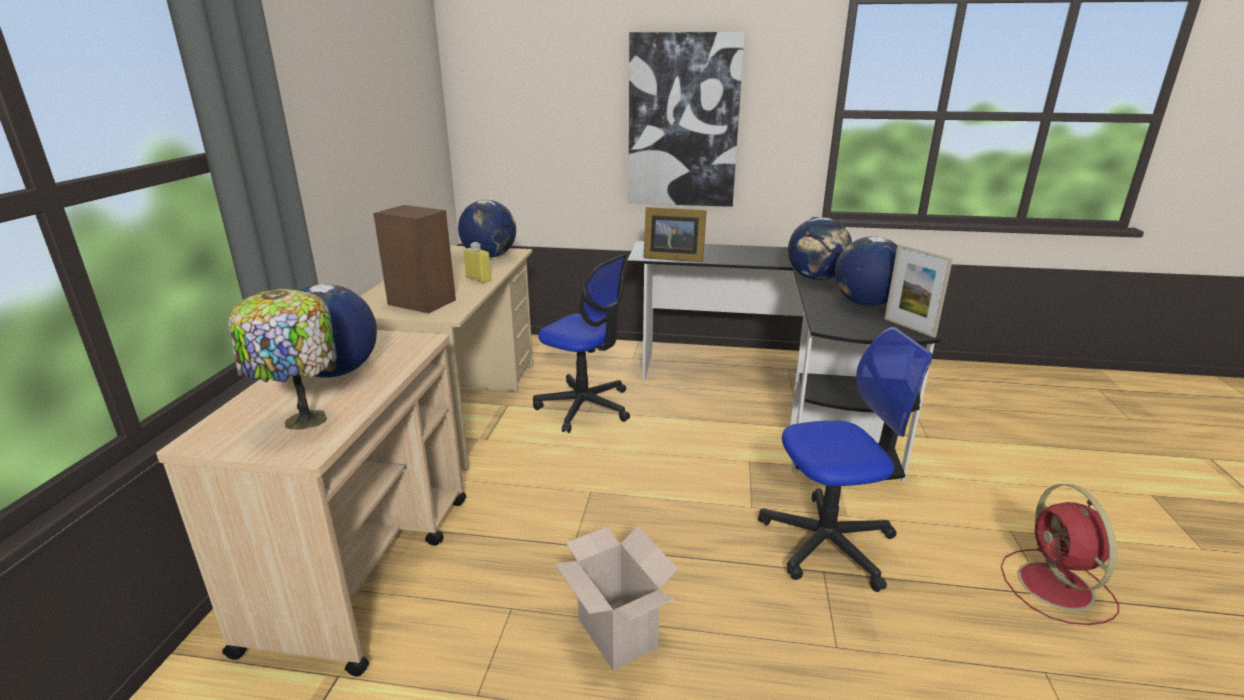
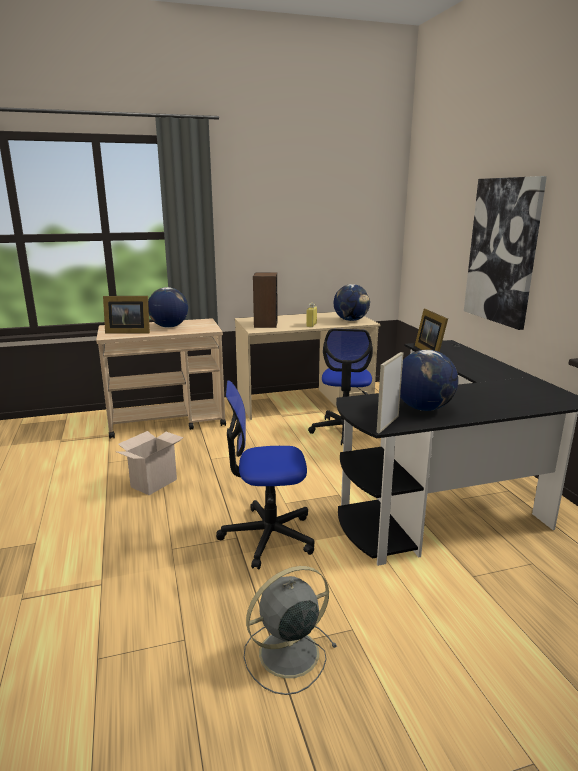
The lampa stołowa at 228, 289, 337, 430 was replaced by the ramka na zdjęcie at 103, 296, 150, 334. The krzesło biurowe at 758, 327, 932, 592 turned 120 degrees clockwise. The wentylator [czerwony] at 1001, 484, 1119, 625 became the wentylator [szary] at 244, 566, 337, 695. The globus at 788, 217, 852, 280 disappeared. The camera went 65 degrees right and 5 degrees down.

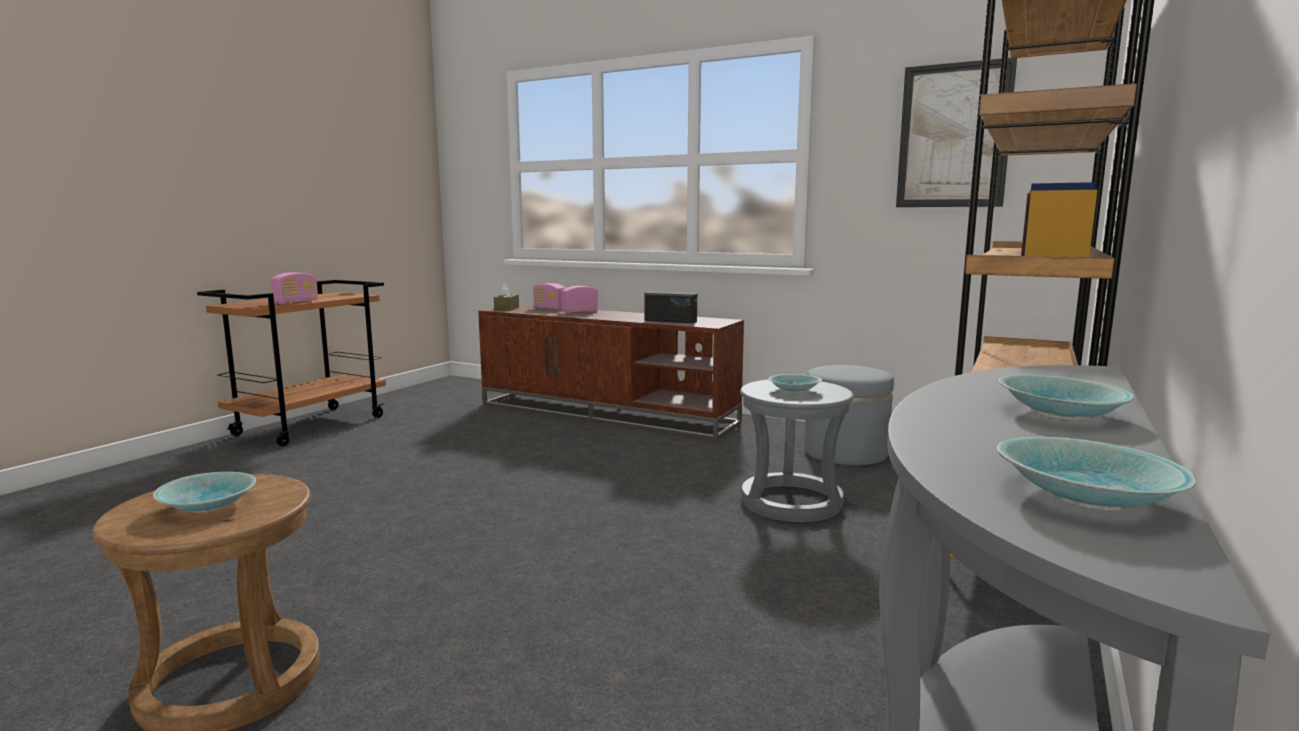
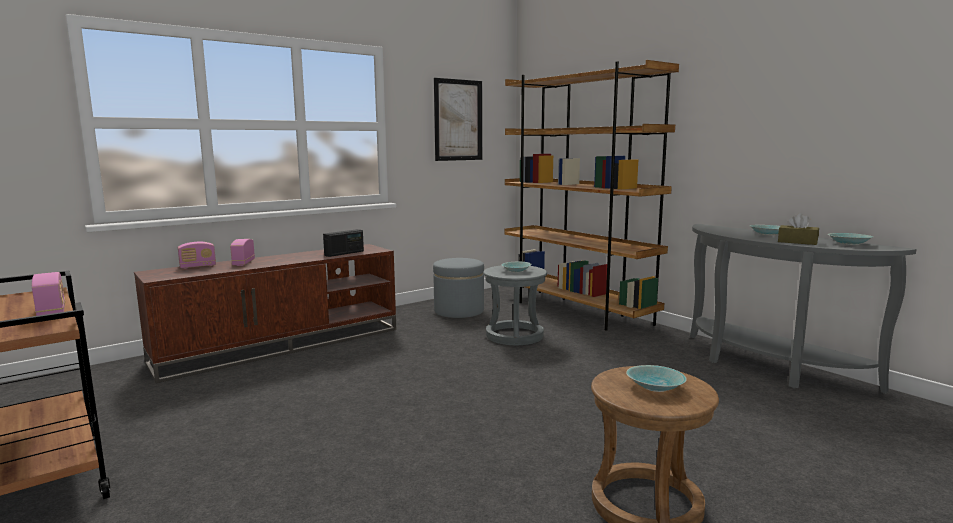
The pudełko chusteczek [brązowy] moved from 494, 283, 519, 311 to 778, 213, 819, 245. The camera went 65 degrees left and 0 degrees up.

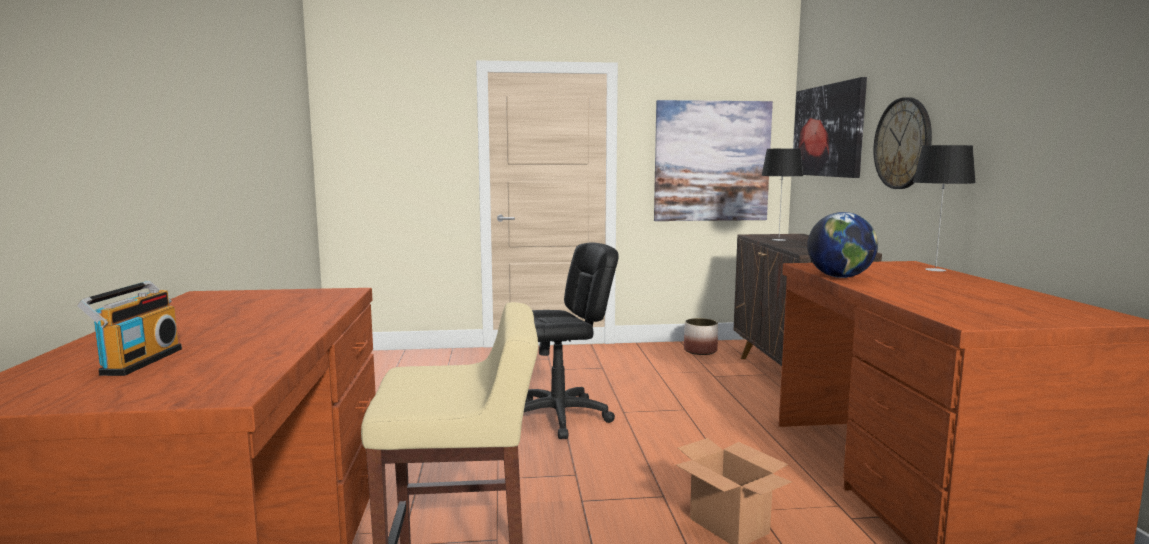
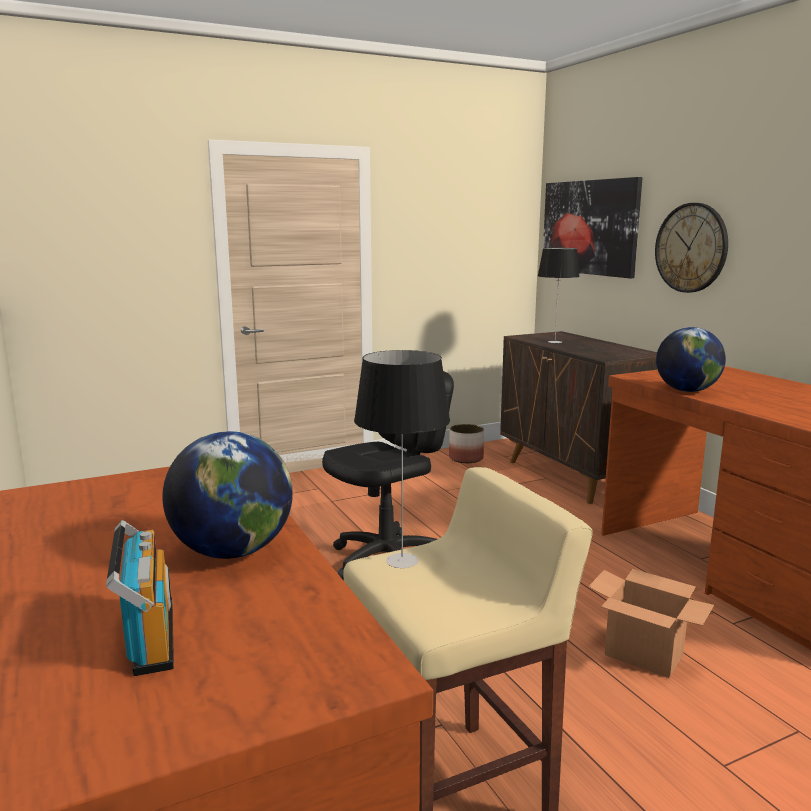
The globus at 162, 431, 293, 559 appeared. The lampa stołowa moved from 913, 145, 975, 272 to 354, 350, 450, 568. The obraz at 654, 100, 773, 221 disappeared. The camera went 20 degrees left and 5 degrees up.

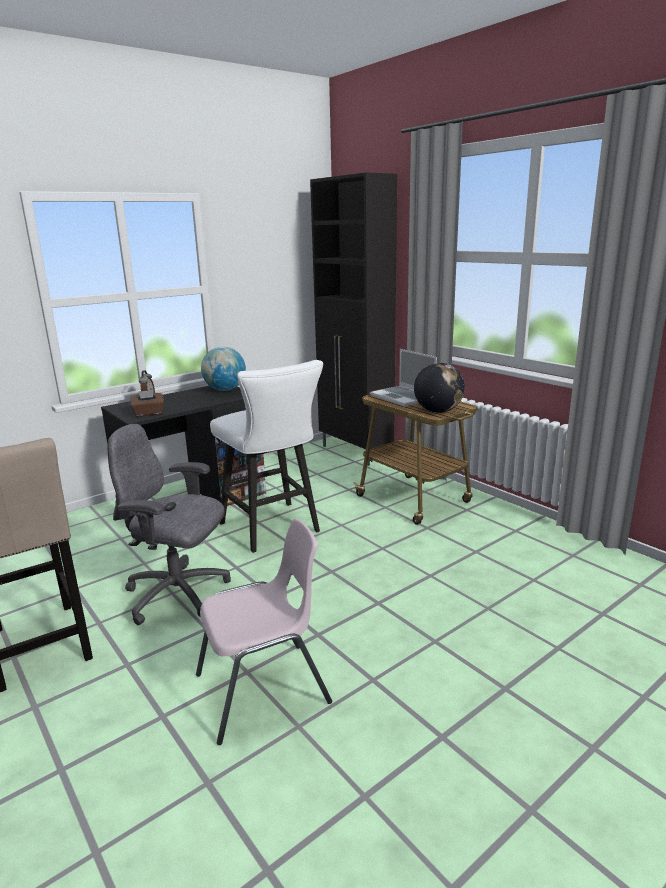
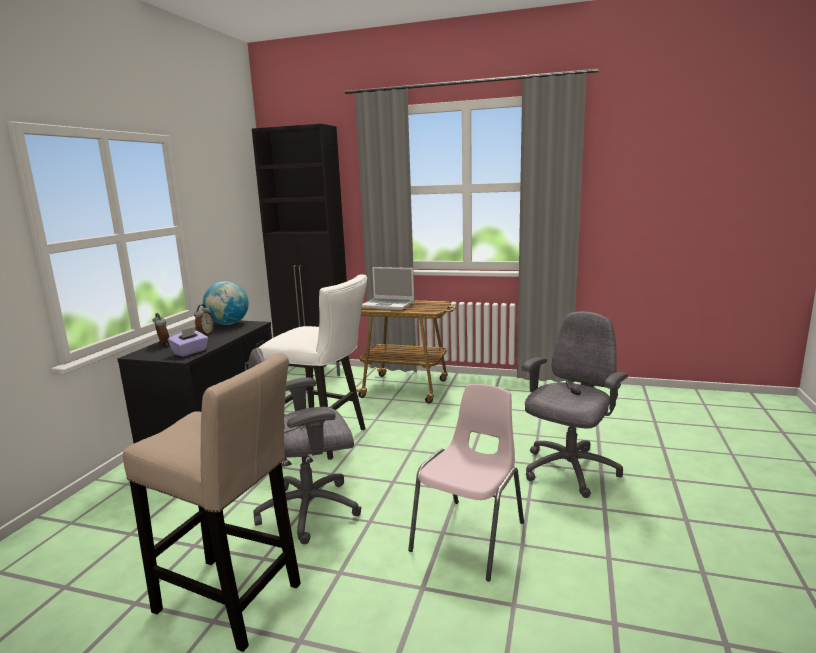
The pudełko chusteczek [brązowy] at 130, 390, 164, 416 became the pudełko chusteczek [fioletowy] at 168, 327, 208, 357. The budzik at 194, 304, 214, 335 appeared. The krzesło biurowe [szary] at 522, 312, 628, 498 appeared. The globus at 414, 363, 465, 413 disappeared. The camera went 35 degrees left and 5 degrees down.

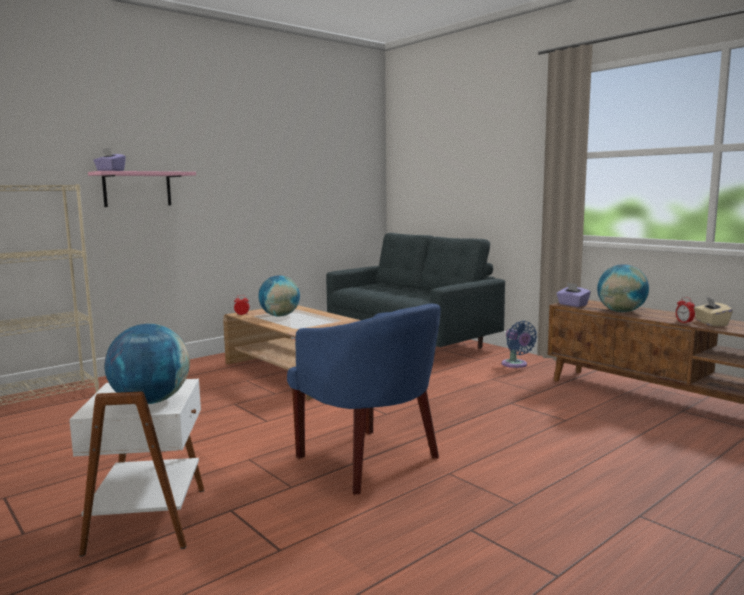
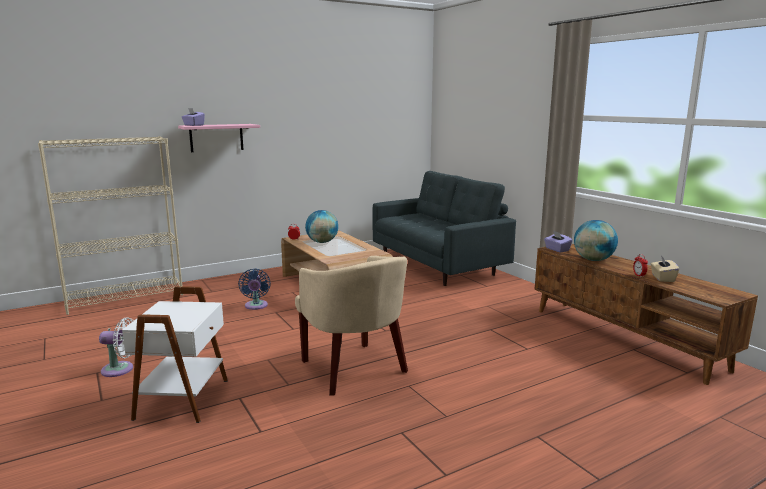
The wentylator [biały] at 99, 318, 134, 377 appeared. The wentylator [niebieski] moved from 502, 321, 537, 368 to 238, 269, 271, 310. The fotel [niebieski] at 287, 304, 441, 495 became the fotel [beżowy] at 295, 256, 408, 396. The globus at 105, 324, 190, 404 disappeared. The camera went 10 degrees right and 5 degrees up.

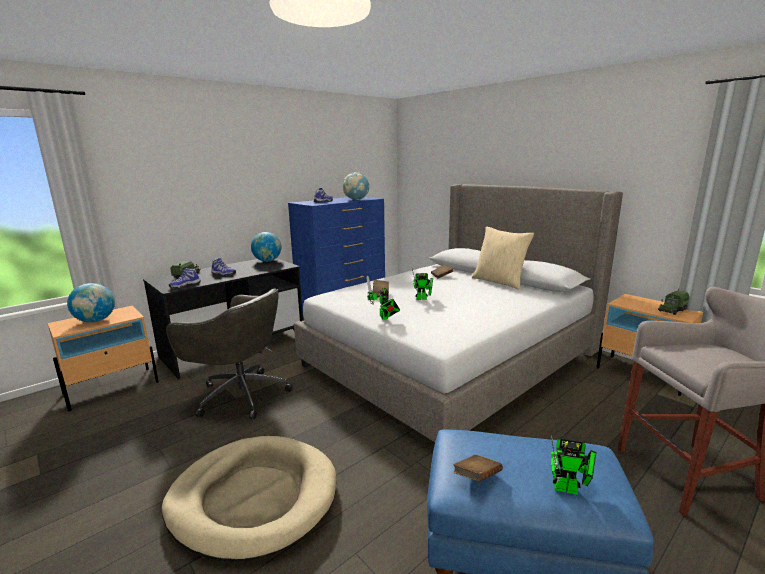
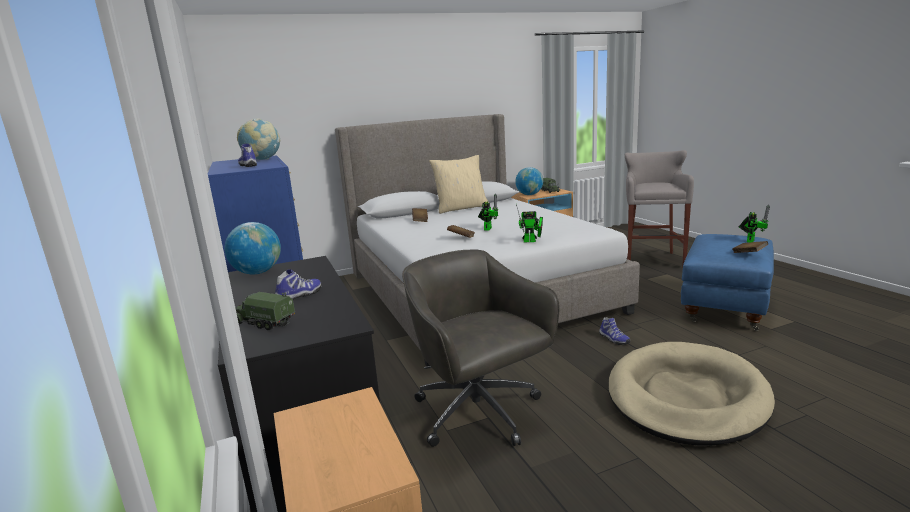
The krzesło biurowe [szary] at 166, 288, 293, 419 turned 75 degrees counterclockwise. The globus moved from 67, 283, 115, 323 to 515, 167, 543, 195. The but moved from 169, 268, 201, 289 to 599, 317, 630, 345. The camera went 70 degrees left and 0 degrees up.

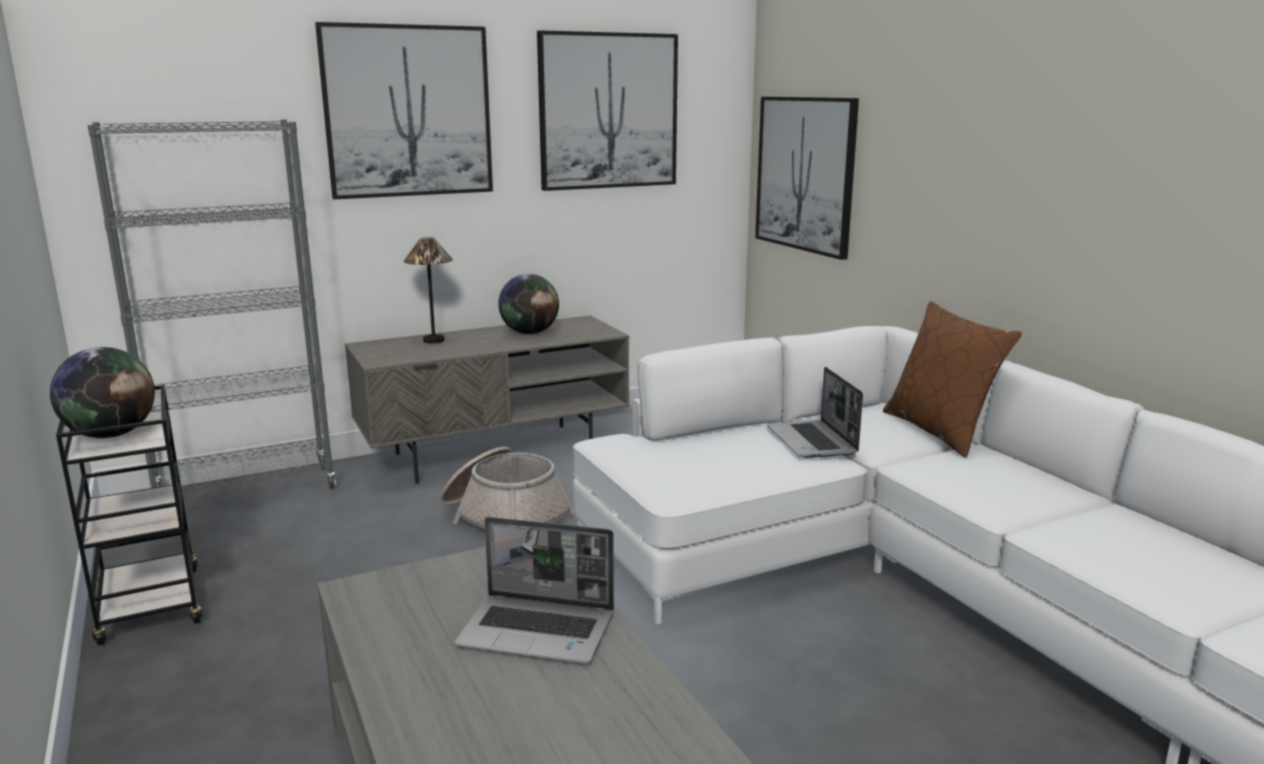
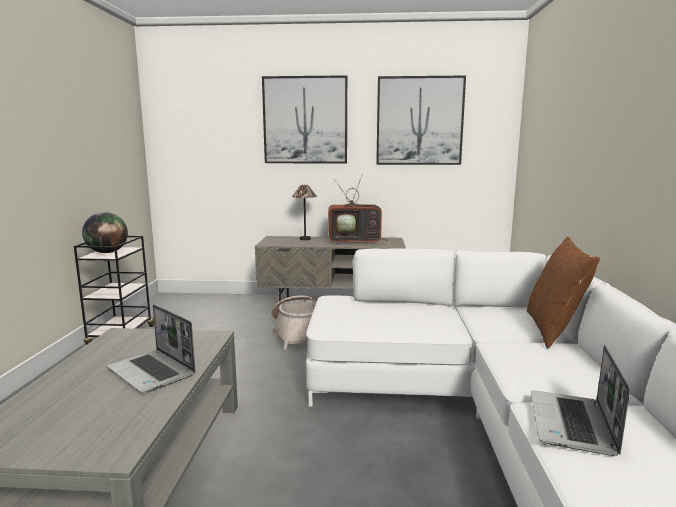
The globus at 498, 274, 559, 334 was replaced by the telewizor at 329, 176, 389, 244. The laptop moved from 767, 367, 863, 458 to 531, 345, 630, 456. The regał [szary] at 88, 119, 336, 491 disappeared. The obraz at 755, 97, 859, 260 disappeared. The camera went 30 degrees right and 5 degrees down.

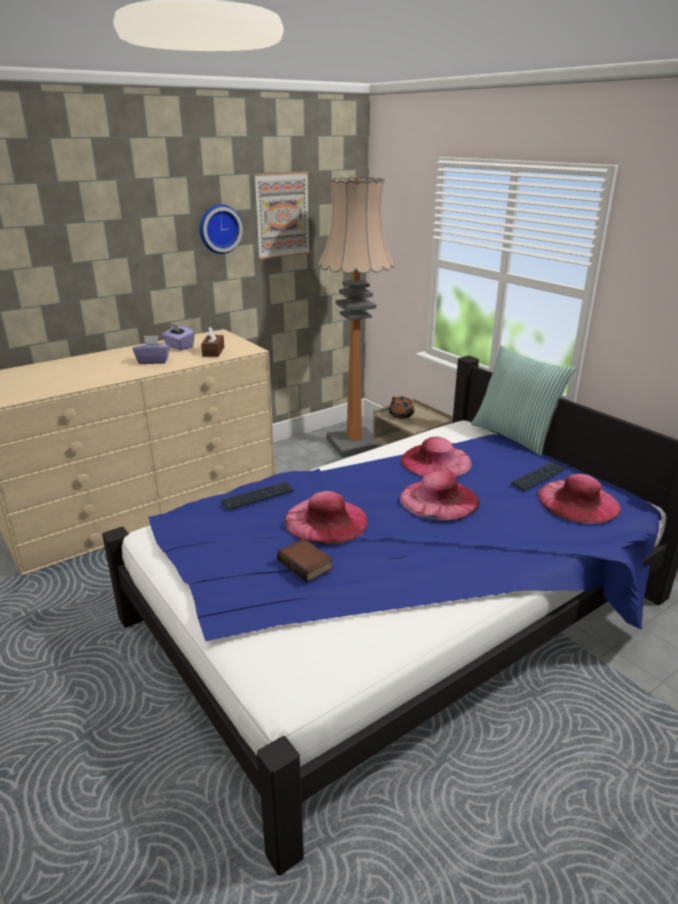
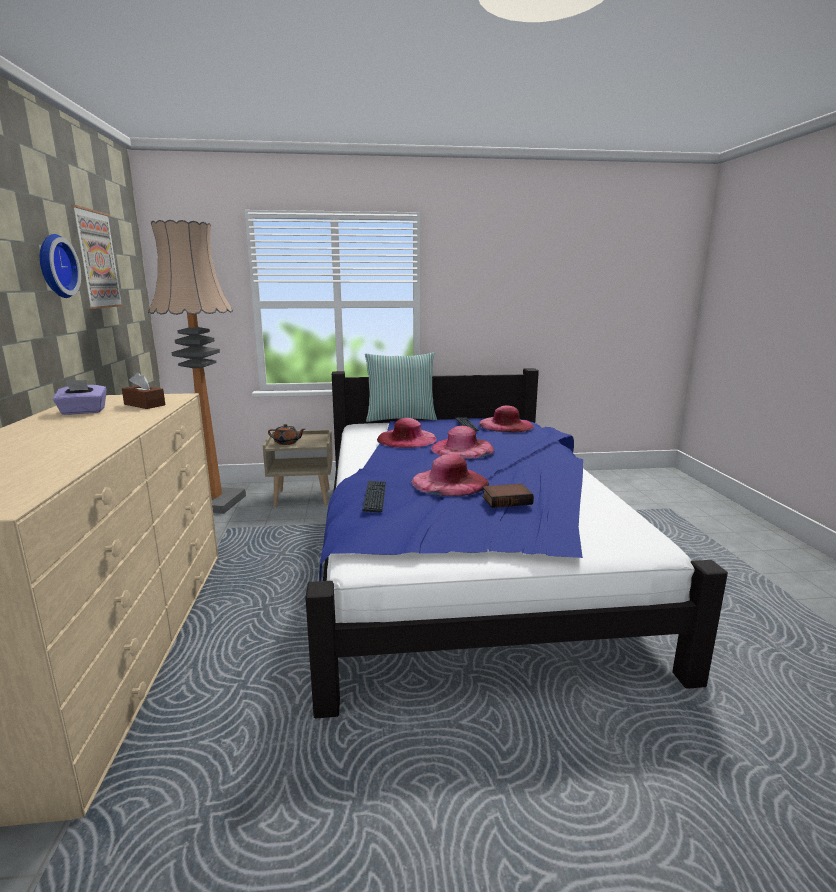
The pudełko chusteczek [fioletowy] at 133, 336, 170, 364 disappeared. The camera went 60 degrees left and 10 degrees down.

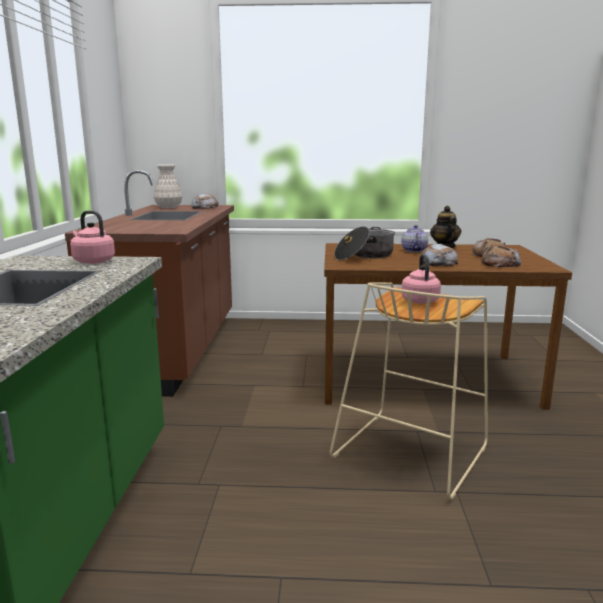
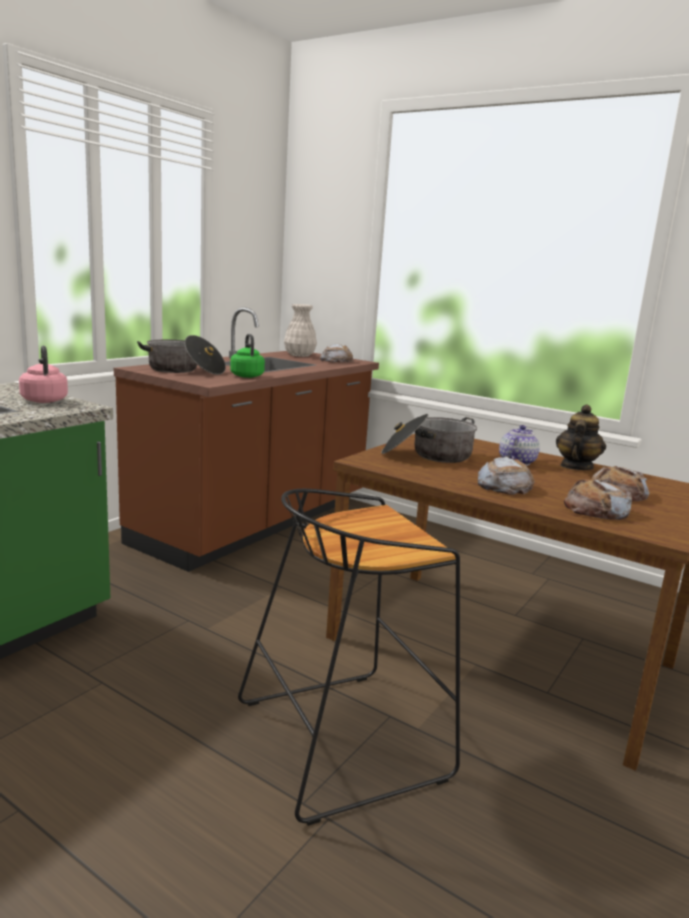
The garnek at 137, 335, 226, 375 appeared. The czajnik [zielony] at 230, 334, 265, 378 appeared. The stołek [beżowy] at 330, 282, 488, 500 became the stołek [czarny] at 238, 489, 460, 826. The czajnik [różowy] at 402, 254, 441, 304 disappeared. The camera went 30 degrees right and 0 degrees up.

